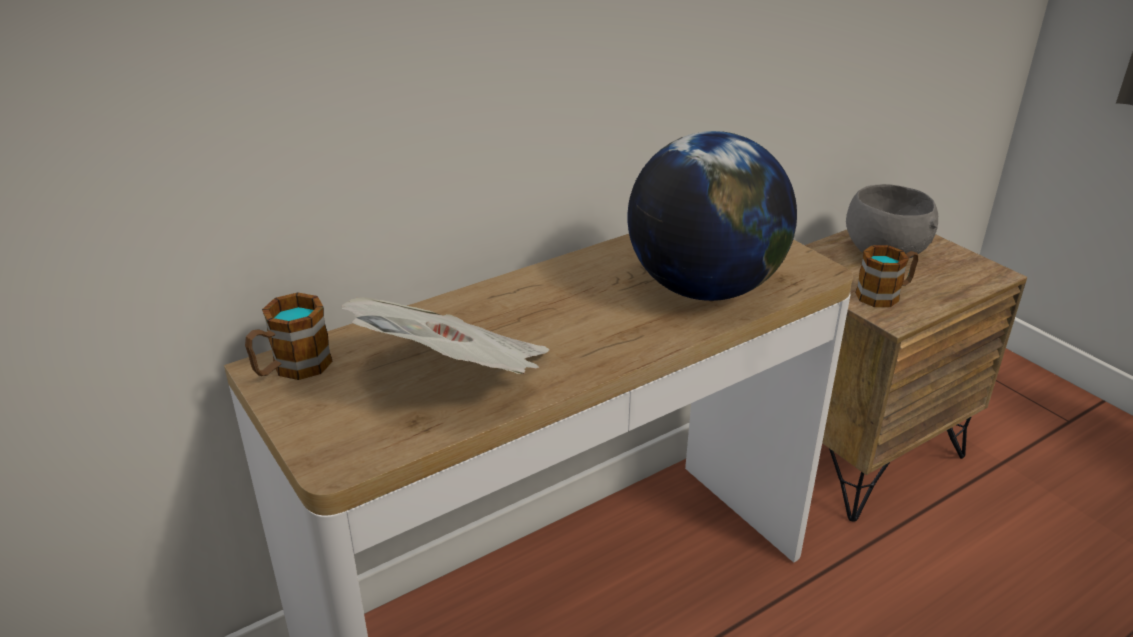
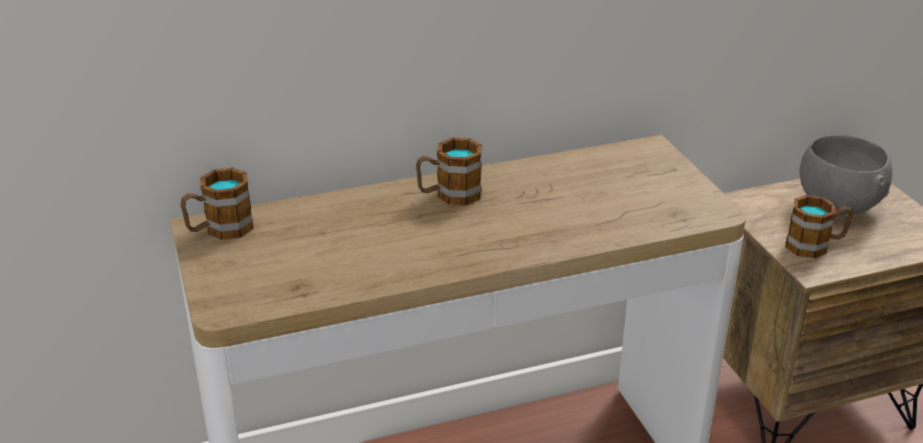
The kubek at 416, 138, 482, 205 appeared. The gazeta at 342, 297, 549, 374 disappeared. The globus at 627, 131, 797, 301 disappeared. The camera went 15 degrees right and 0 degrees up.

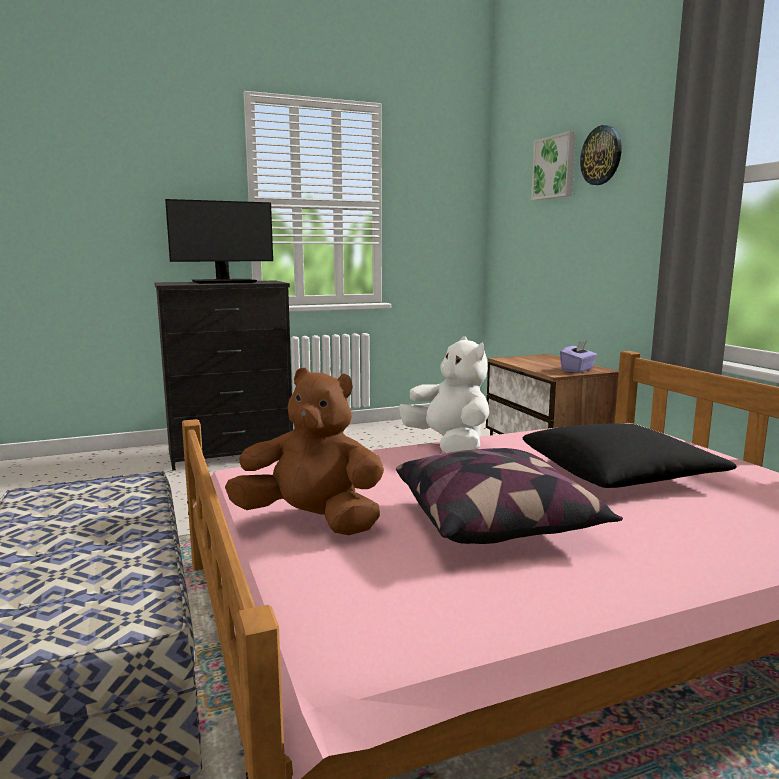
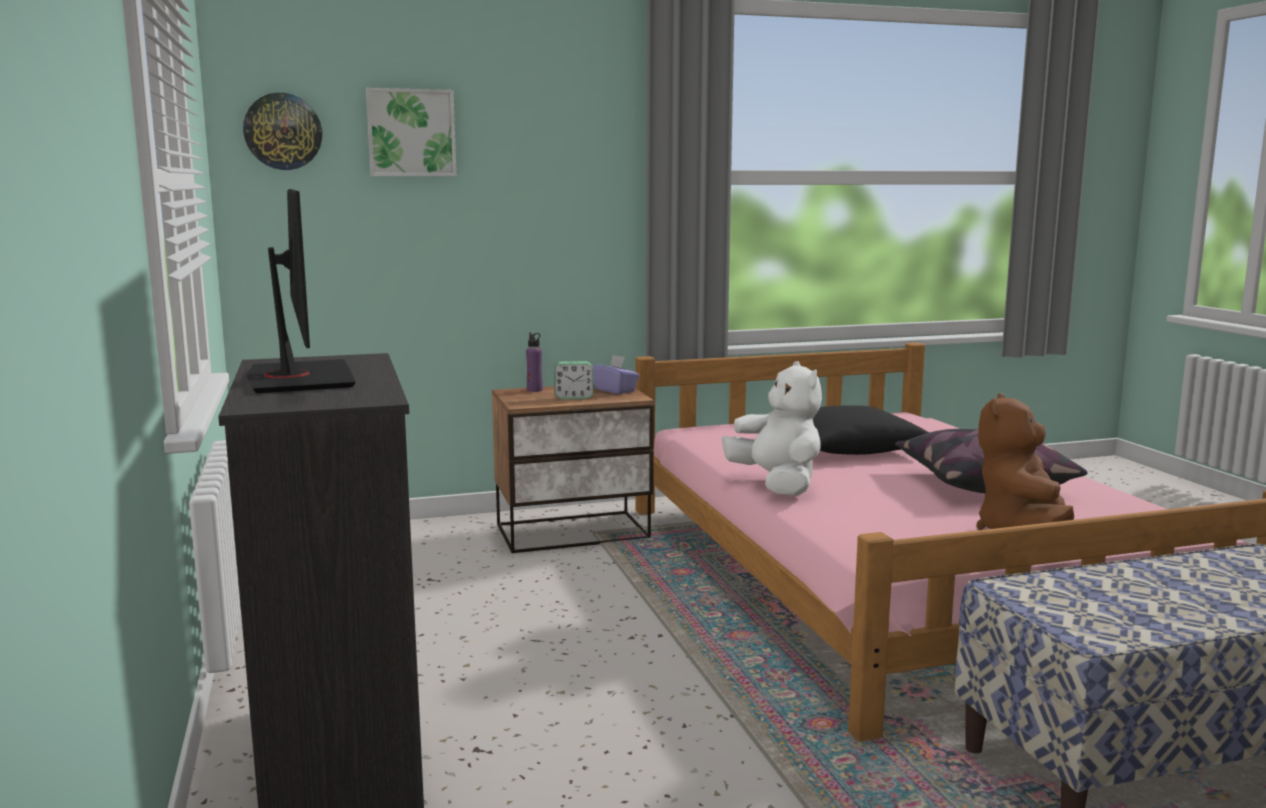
The zegar ścienny moved from 580, 125, 622, 185 to 243, 93, 322, 170. The butelka [fioletowy] at 526, 332, 543, 392 appeared. The budzik at 554, 361, 593, 399 appeared. The pluszak [biały] at 399, 336, 489, 453 turned 90 degrees clockwise. The camera went 85 degrees left and 0 degrees up.

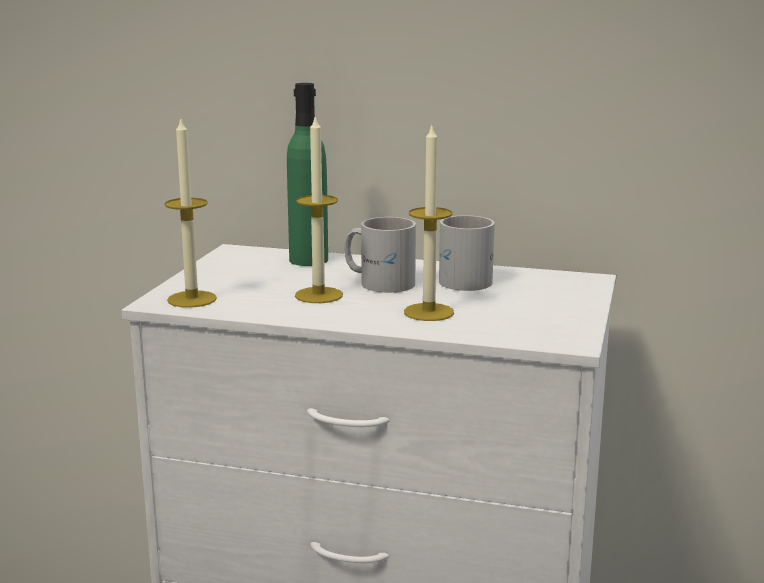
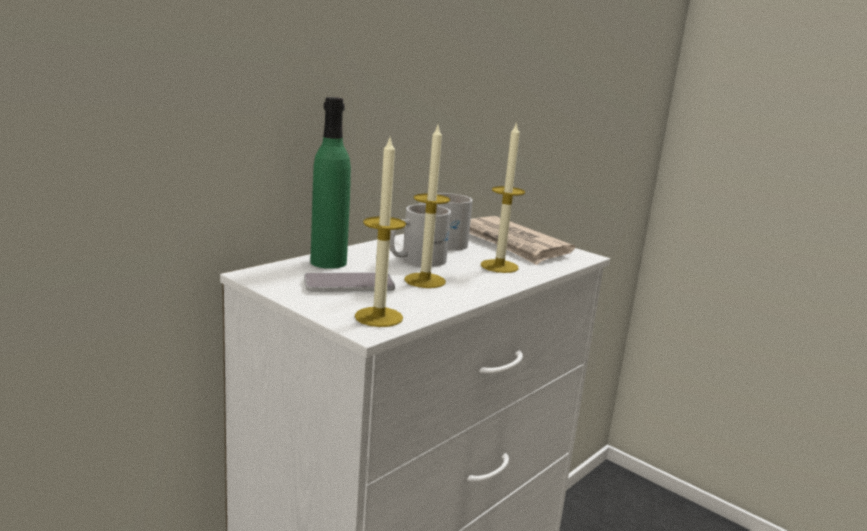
The telefon at 304, 272, 395, 292 appeared. The gazeta at 469, 216, 575, 265 appeared. The camera went 65 degrees left and 0 degrees up.

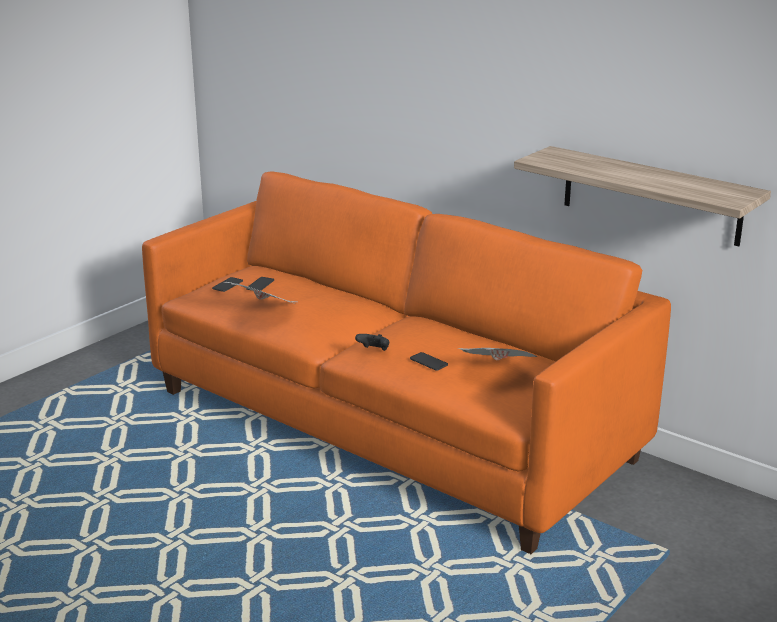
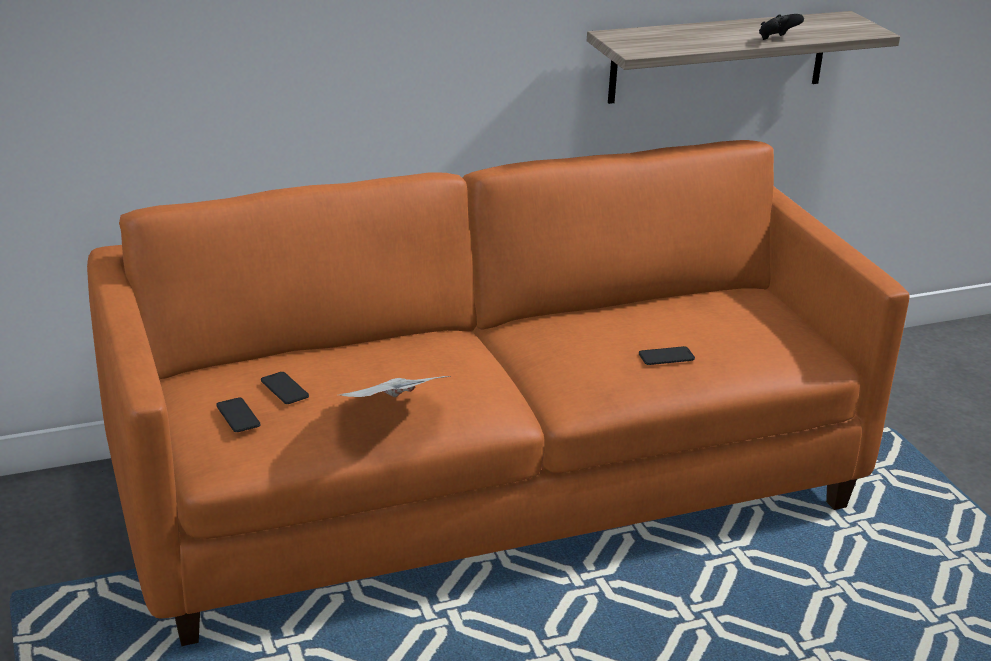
The pad do gier [czarny] moved from 355, 334, 389, 351 to 759, 14, 804, 40. The gazeta at 458, 348, 538, 360 disappeared. The camera went 60 degrees left and 5 degrees up.

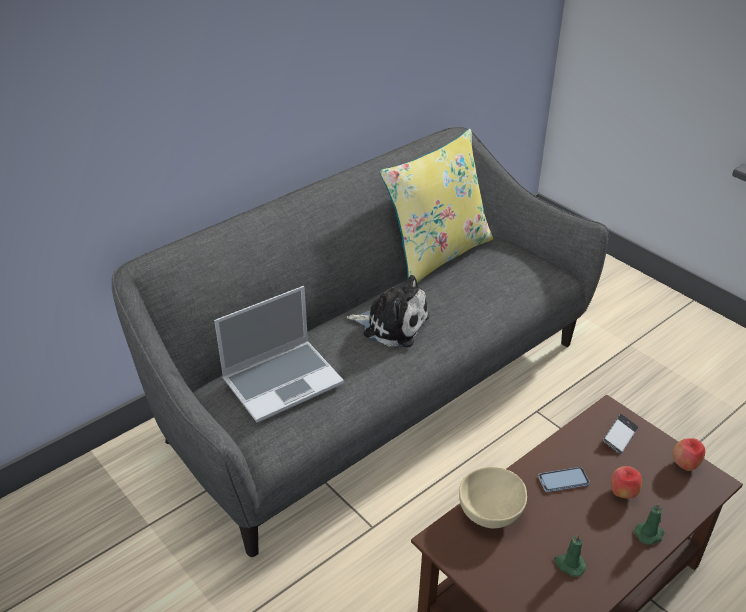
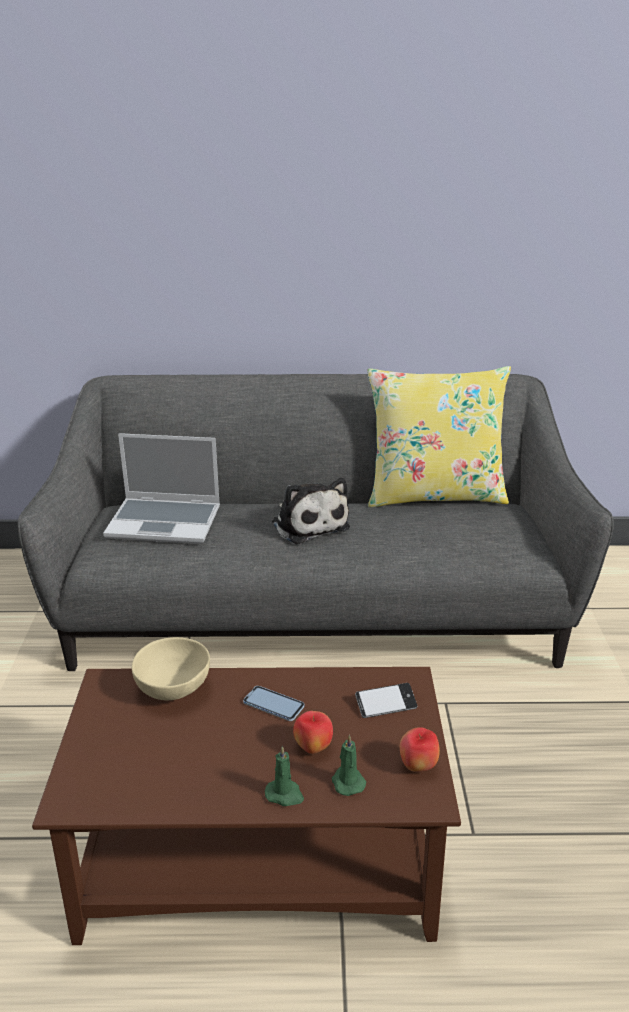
The świeca [zielony] moved from 554, 534, 586, 577 to 332, 735, 366, 796. The camera went 40 degrees right and 10 degrees down.

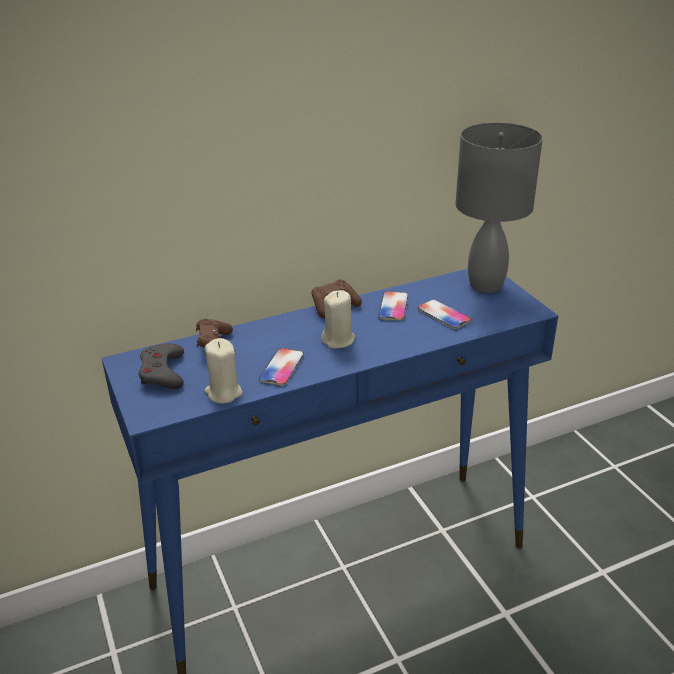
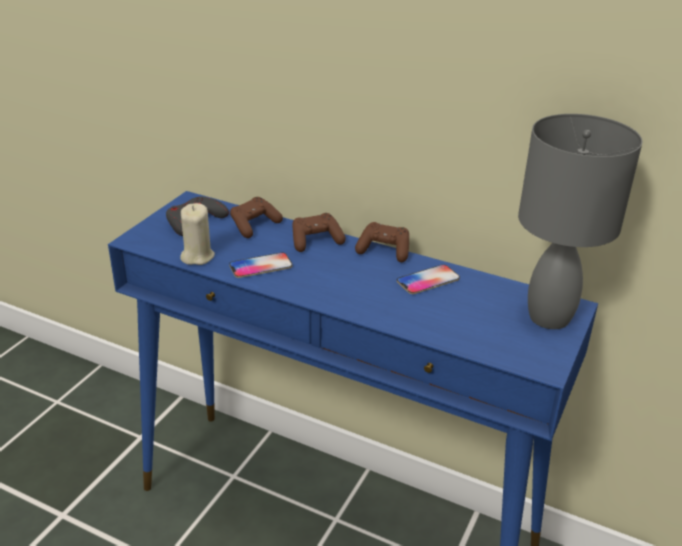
The pad do gier [brązowy] at 292, 213, 346, 252 appeared. The świeca [beżowy] at 321, 290, 355, 348 disappeared. The telefon at 418, 299, 471, 329 disappeared. The camera went 50 degrees right and 0 degrees up.

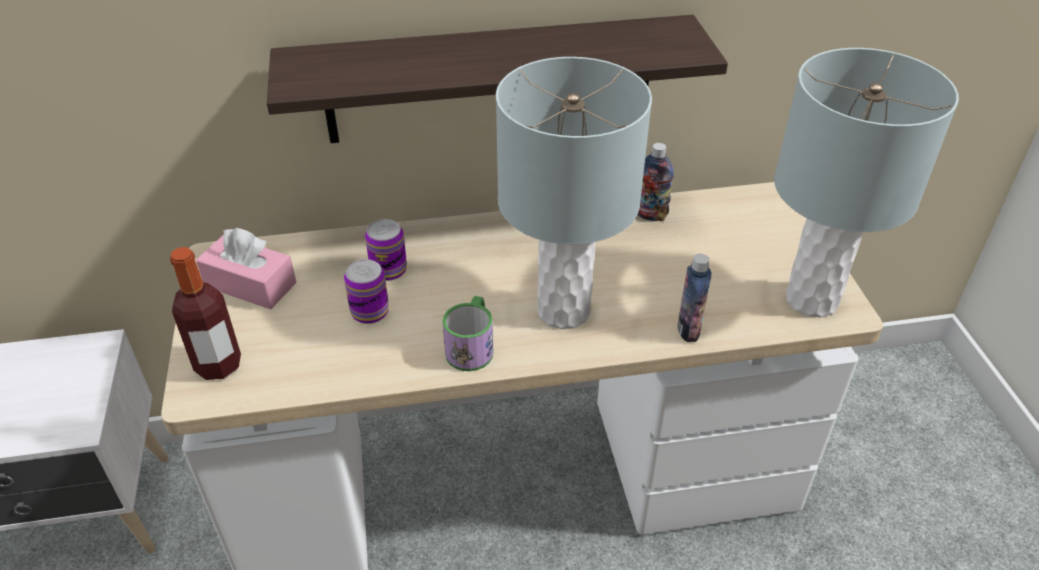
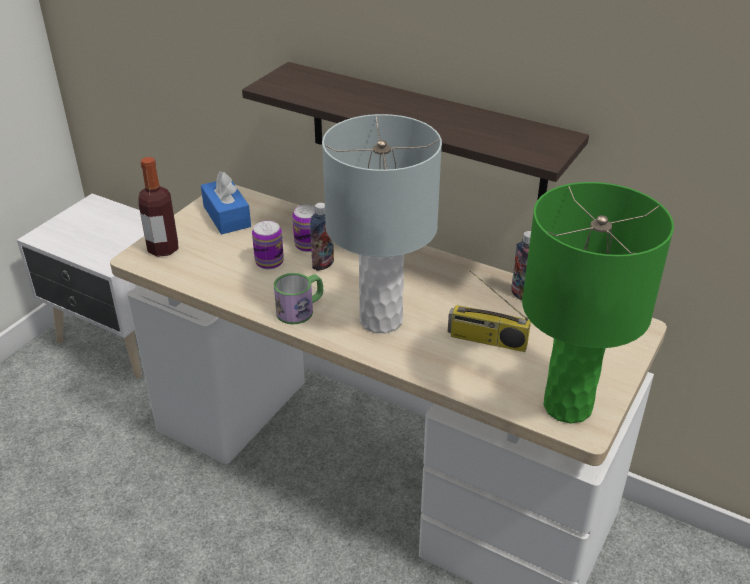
The pudełko chusteczek [różowy] at 196, 228, 296, 309 became the pudełko chusteczek [niebieski] at 201, 171, 251, 234. The butelka moved from 677, 254, 712, 342 to 310, 203, 334, 271. The radio at 448, 270, 531, 352 appeared. The lampa stołowa [szary] at 774, 48, 959, 318 became the lampa stołowa [zielony] at 522, 182, 674, 424. The camera went 40 degrees right and 5 degrees down.

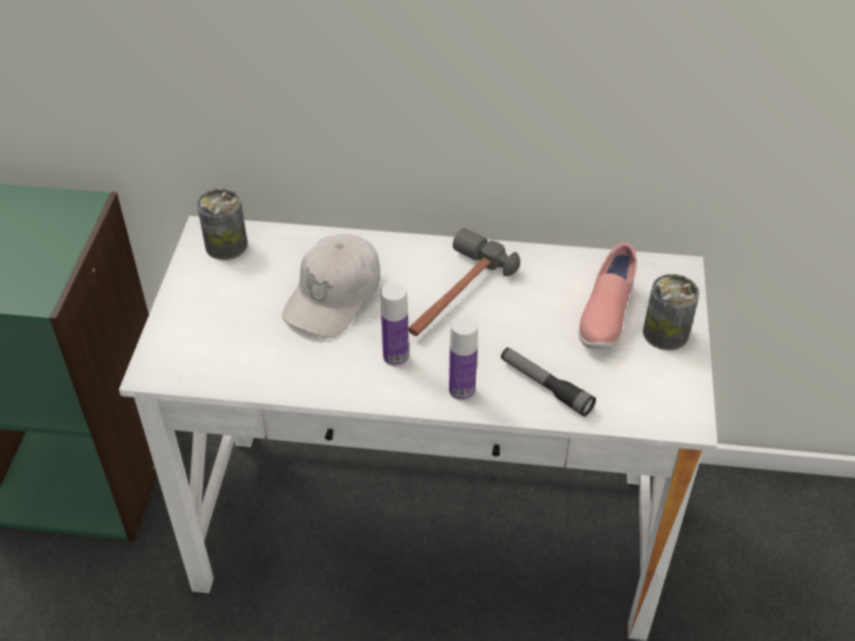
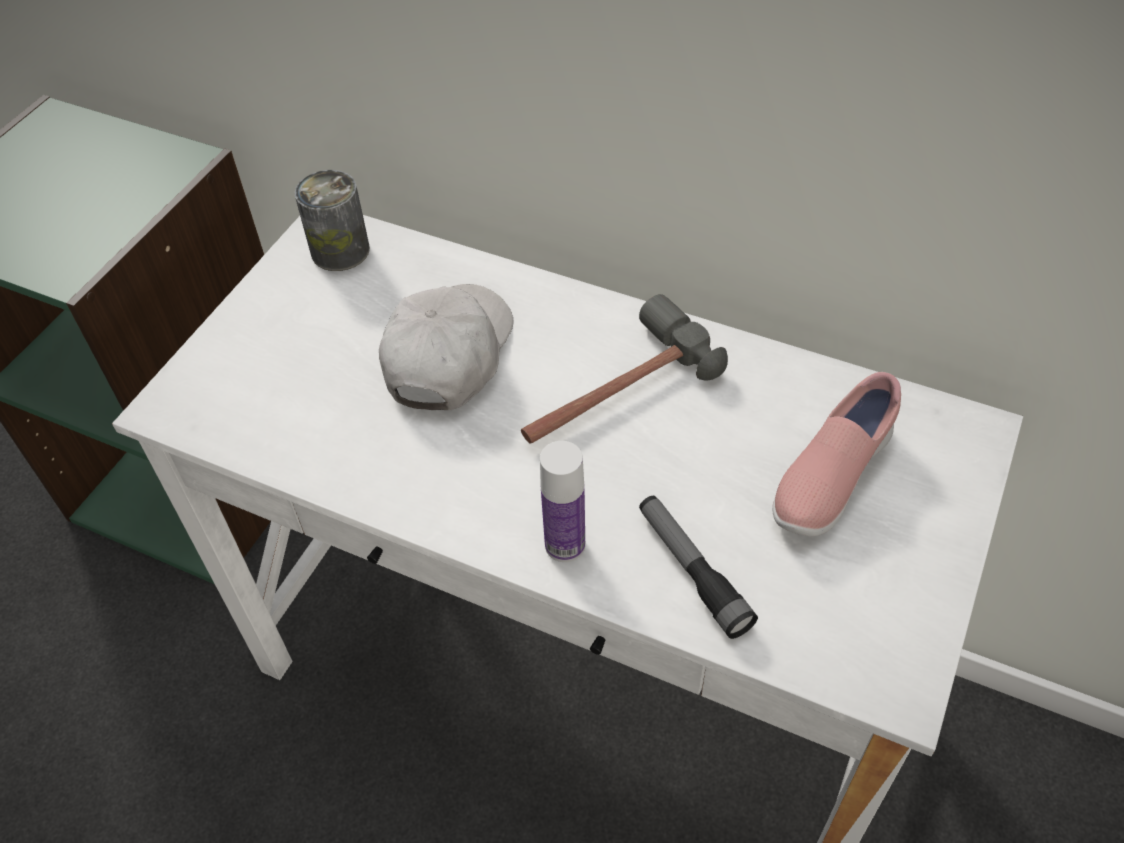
The czapka z daszkiem [biały] at 282, 234, 380, 338 turned 150 degrees clockwise. The butelka at 381, 282, 409, 366 disappeared. The puszka at 643, 274, 700, 350 disappeared. The camera went 20 degrees right and 5 degrees up.

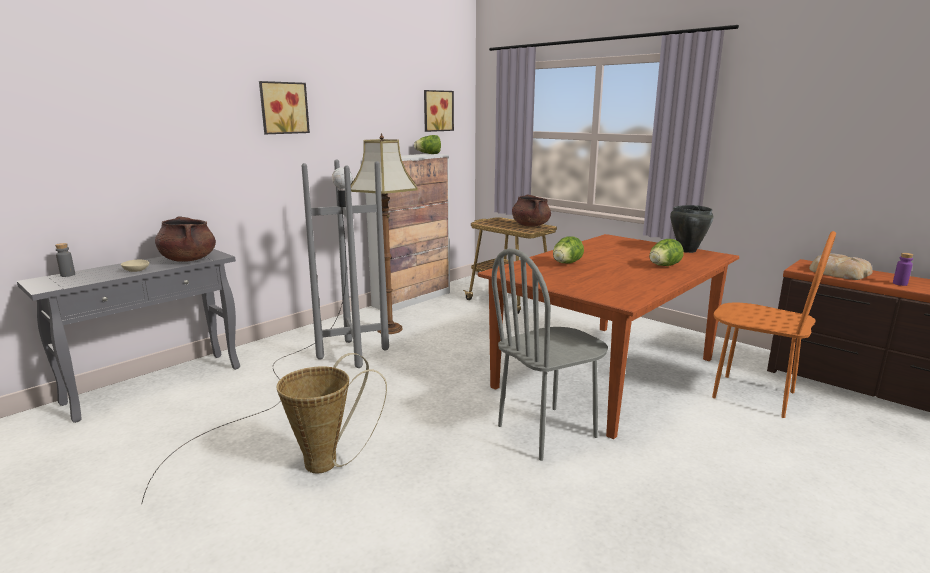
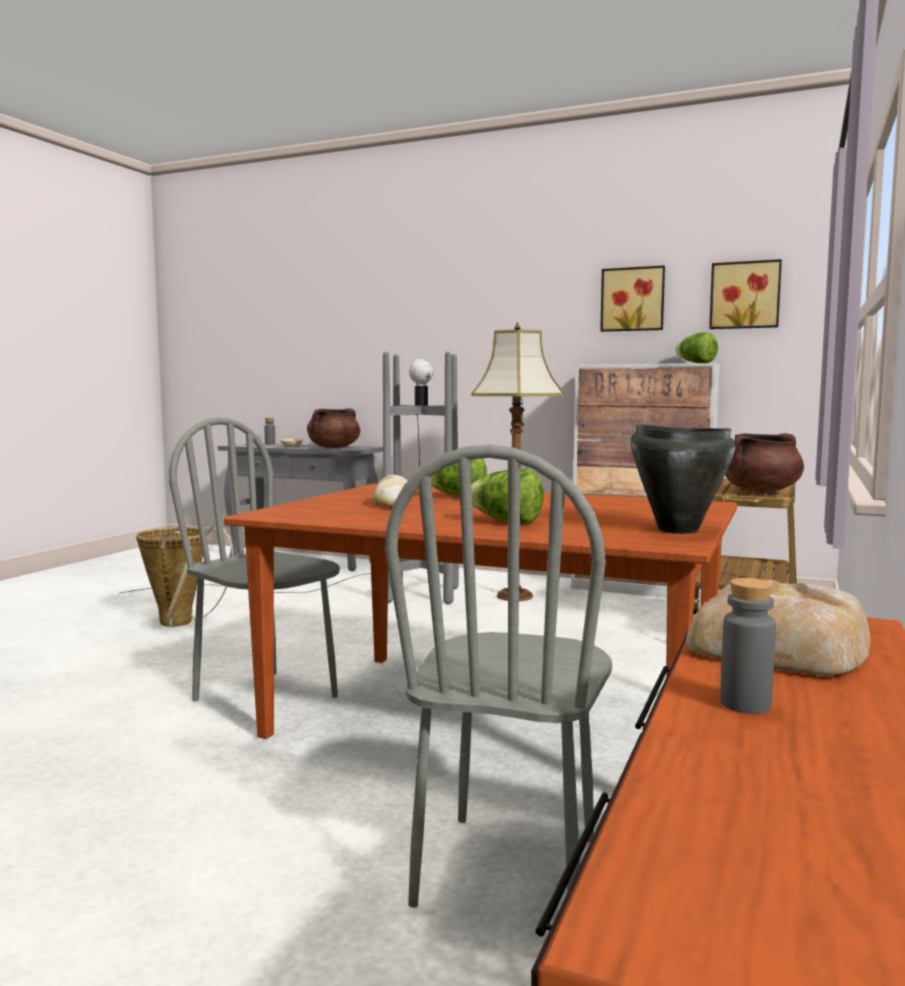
The chleb at 373, 475, 407, 507 appeared. The krzesło [pomarańczowy] at 712, 231, 836, 418 became the krzesło [szary] at 385, 444, 612, 908. The obraz moved from 259, 81, 310, 134 to 600, 265, 665, 332. The butelka [fioletowy] at 893, 253, 913, 286 became the butelka [szary] at 720, 578, 776, 714. The camera went 70 degrees right and 10 degrees down.

